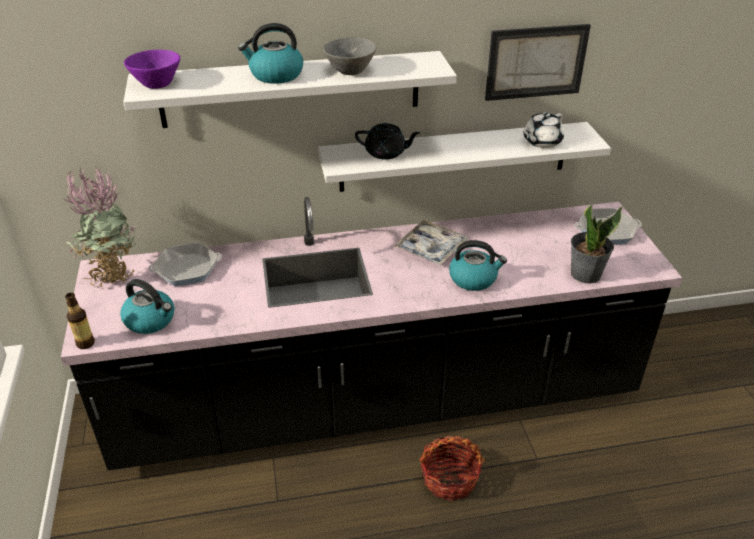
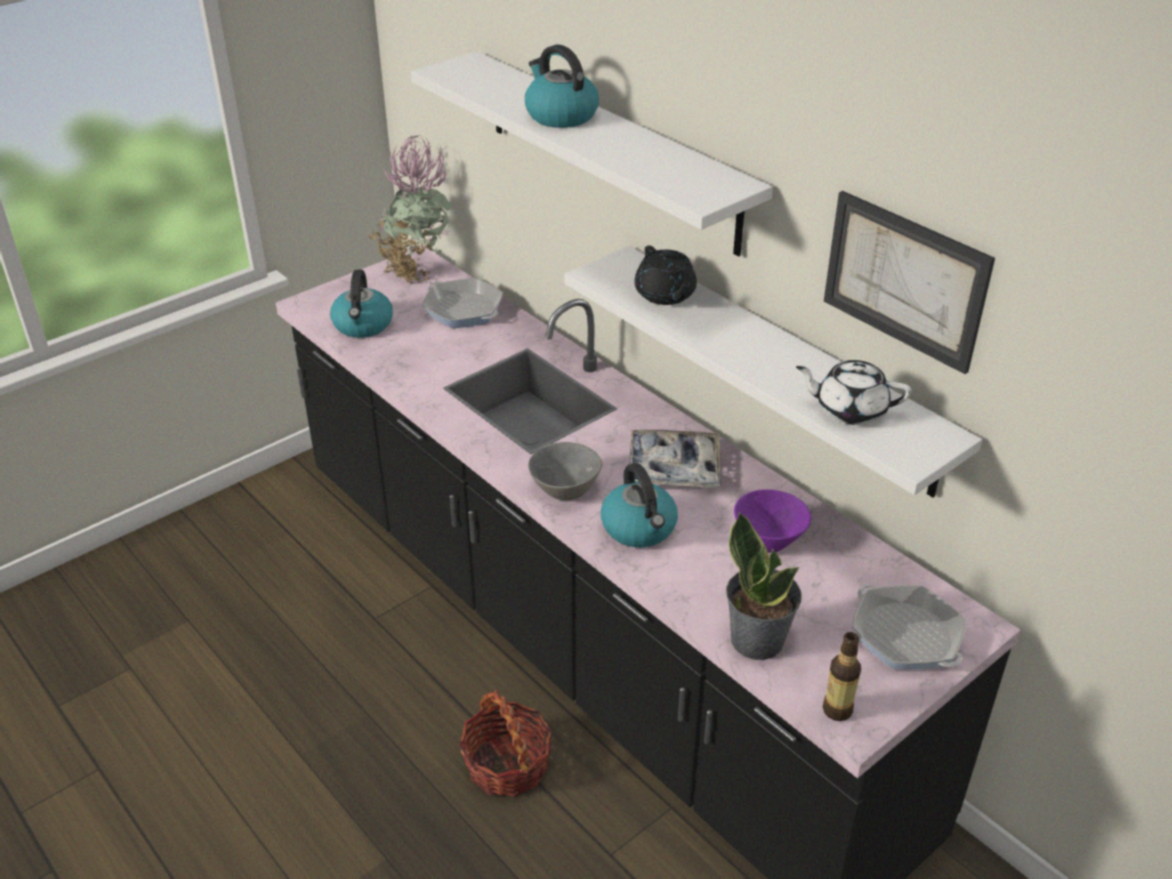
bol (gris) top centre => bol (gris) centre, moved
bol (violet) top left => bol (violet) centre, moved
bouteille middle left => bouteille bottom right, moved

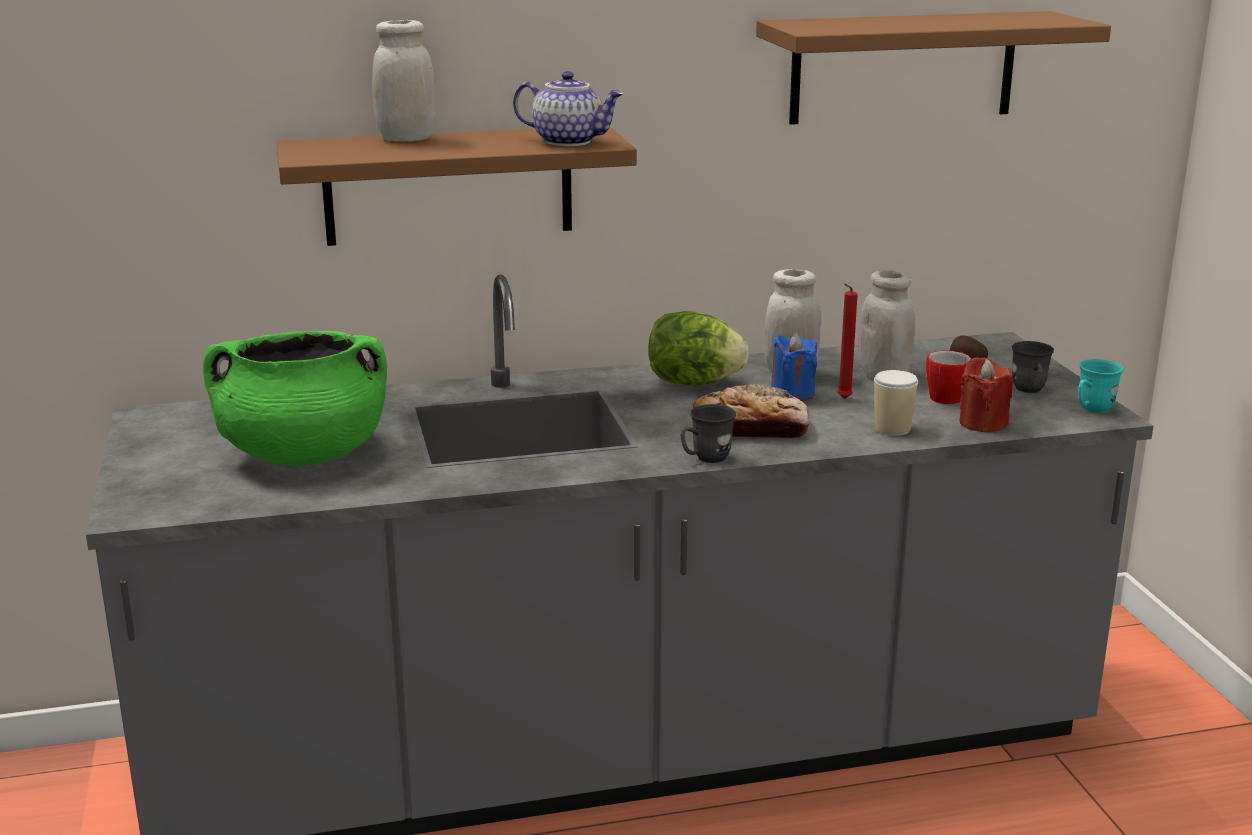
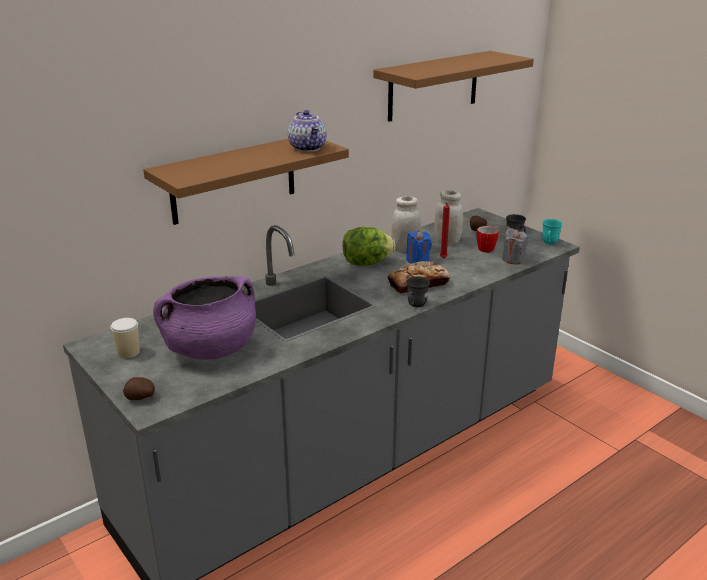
bocal (blanc) (1st from left) top left => nothing
théière top centre, 75 degrees clockwise
marmite (vert) middle left => marmite (violet) middle left
bougie (rouge) (2nd from left) middle right => bougie (gris) middle right
tasse middle right => tasse middle left, moved
nothing => pomme de terre (1st from left) bottom left

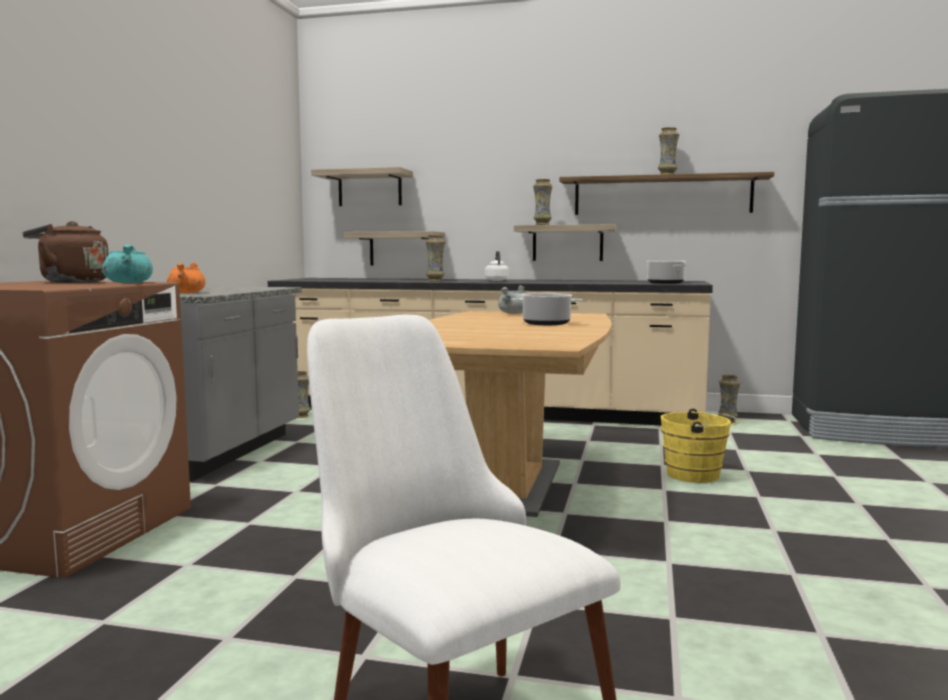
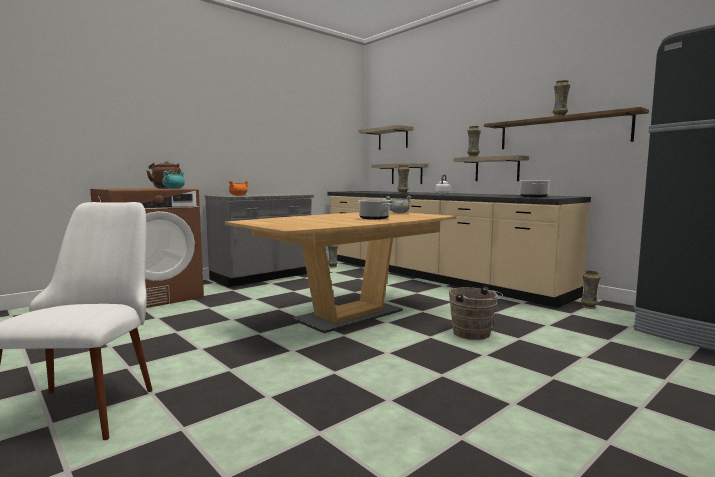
seau (jaune) middle right => seau (marron) centre

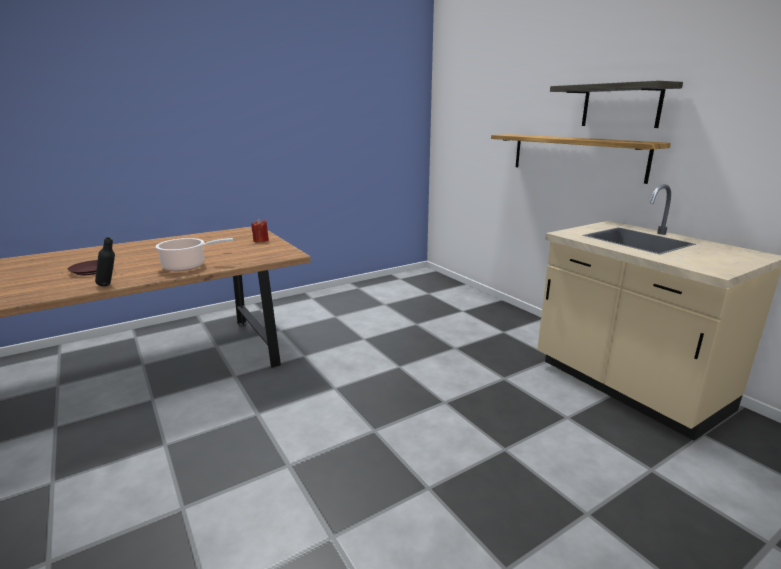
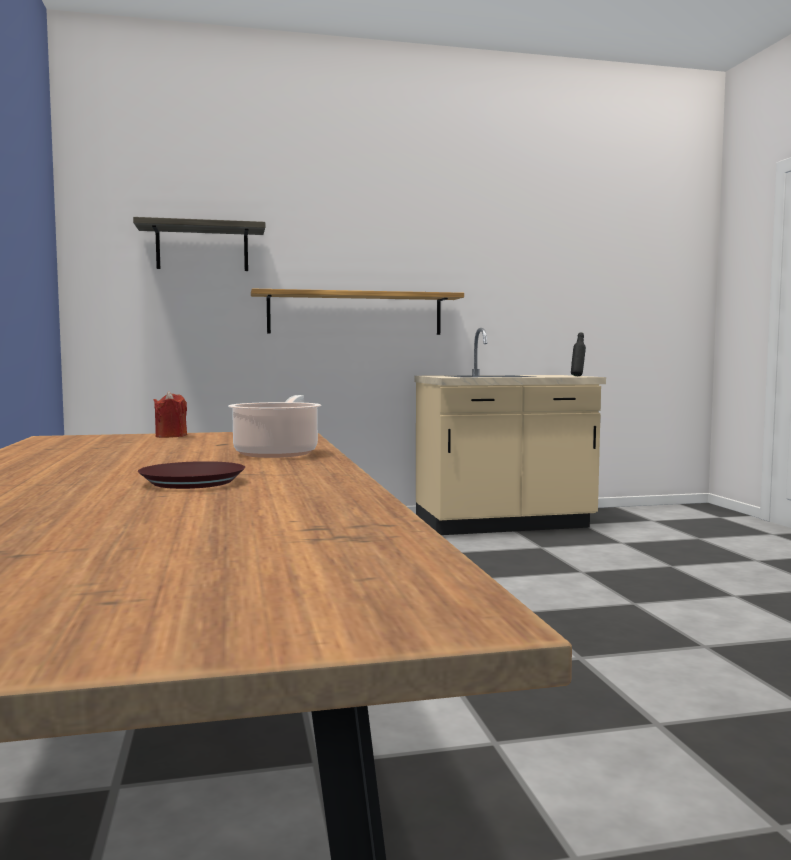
étagère (2nd from left in the first image) top right => étagère (1st from left) top left, moved
bouteille (noir) middle left => bouteille (noir) middle right, moved

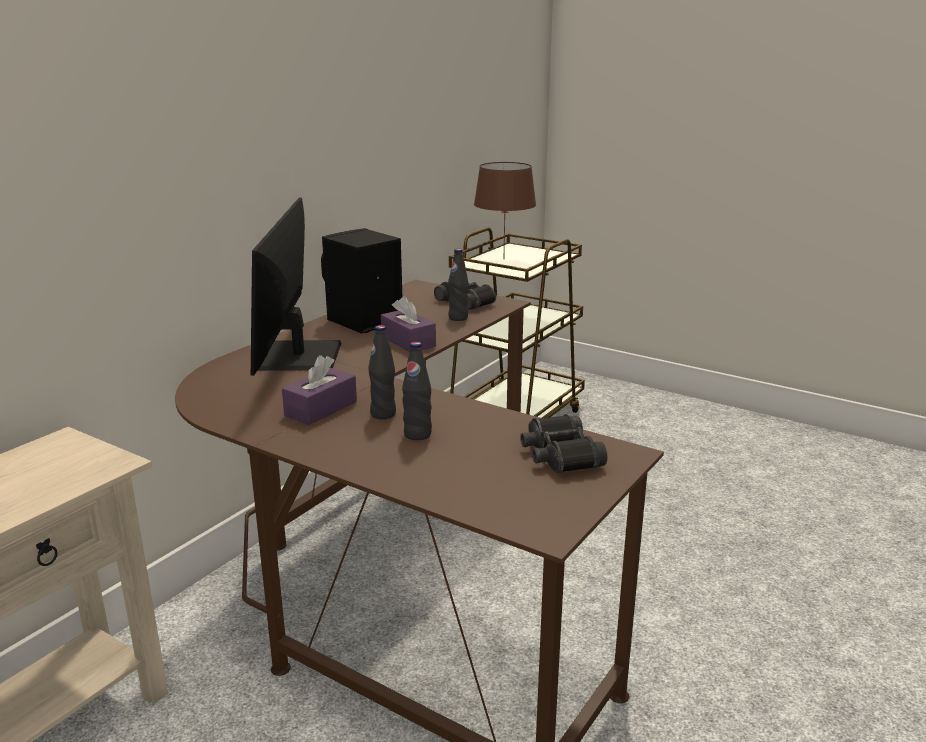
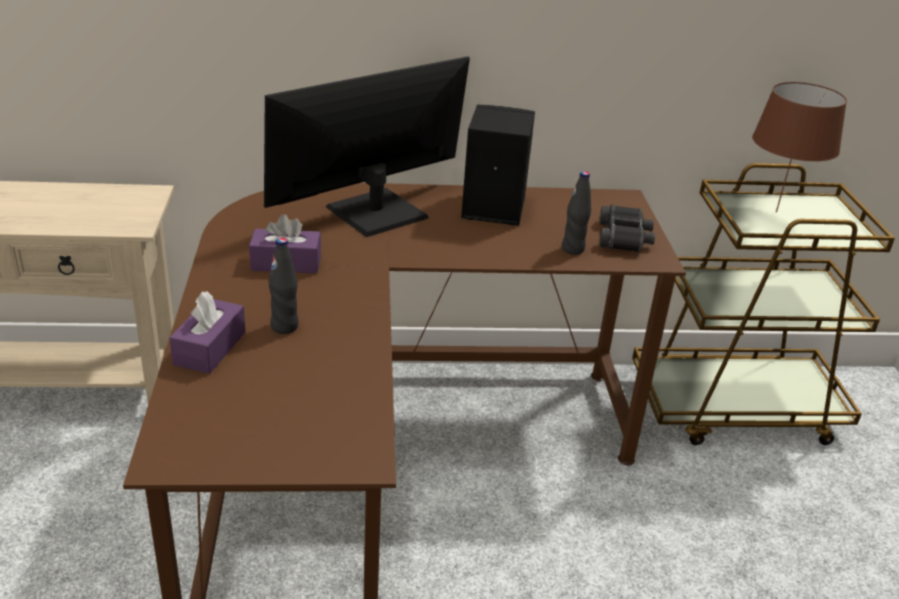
boîte à mouchoirs (violet) (2nd from left in the first image) centre => boîte à mouchoirs (violet) (1st from left) middle left, moved
bouteille (noir) (1st from left) centre => nothing
jumelles (noir) (2nd from left) centre => nothing

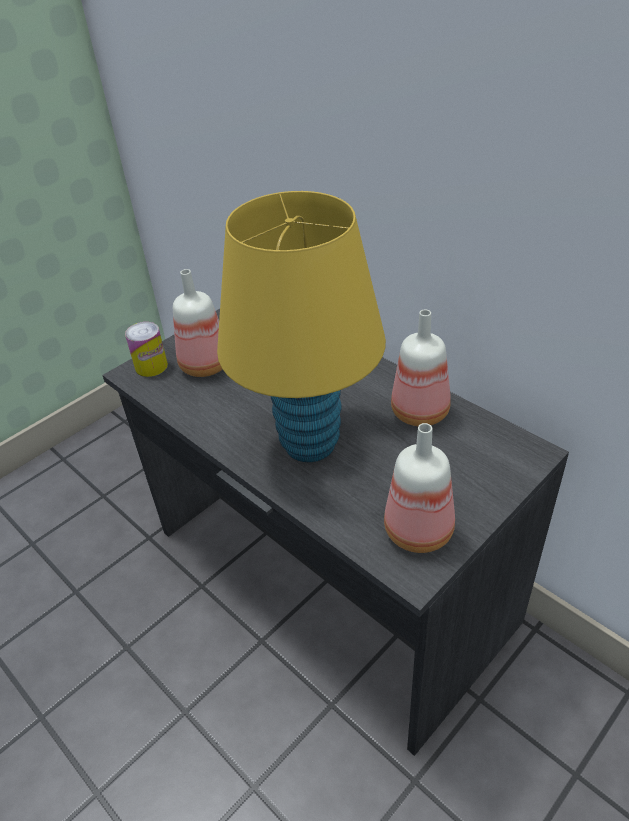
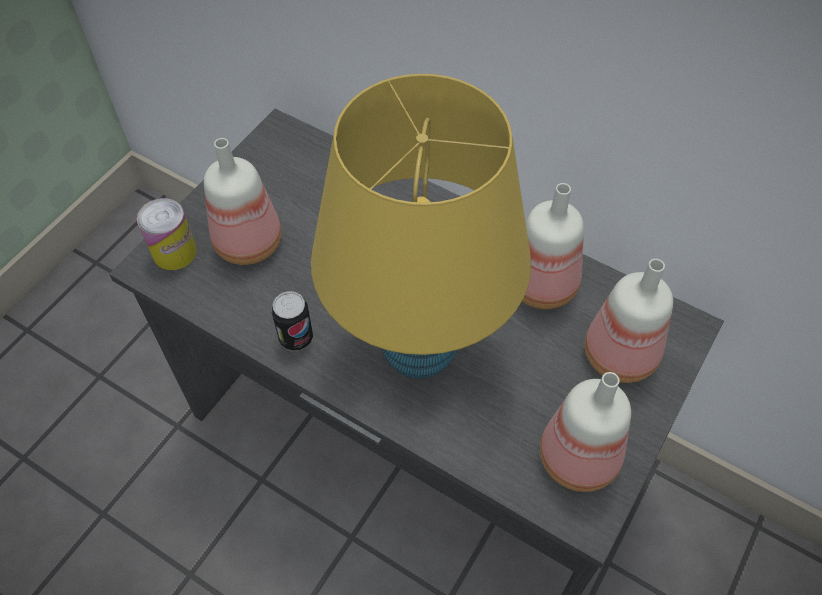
nothing => bouteille (4th from left) middle right
nothing => boîte métallique (2nd from left) centre

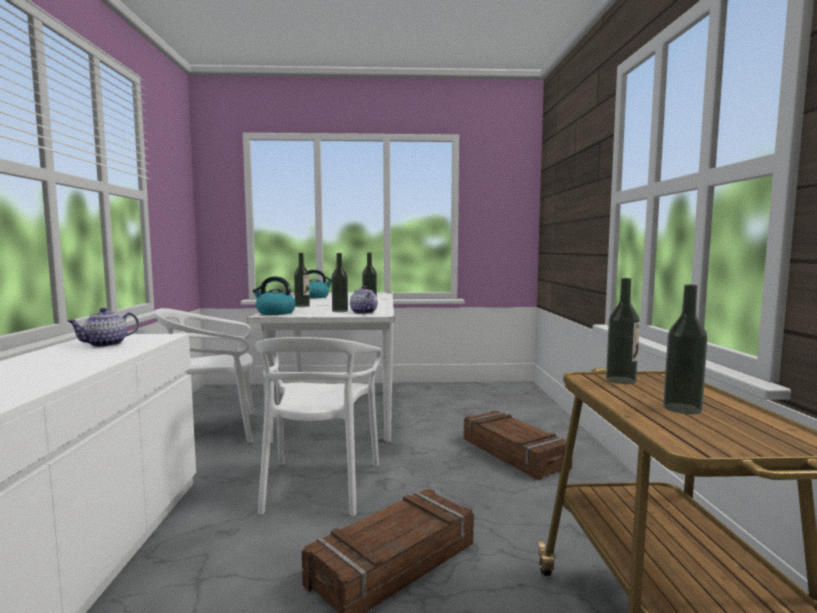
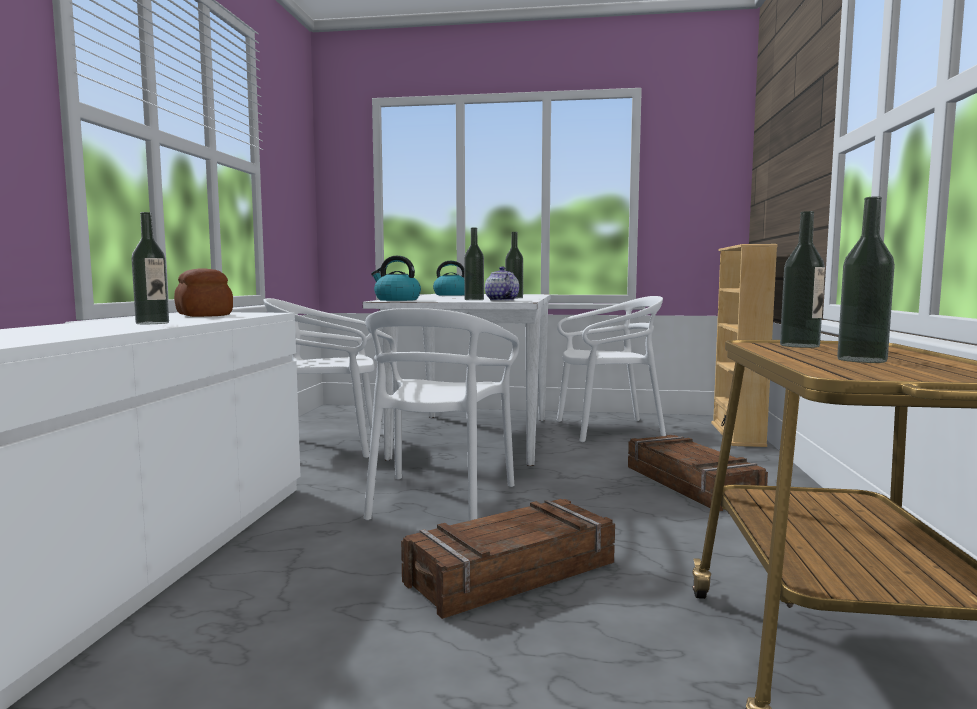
bouteille (1st from left) centre => bouteille (1st from left) middle left, moved
théière (1st from left) middle left => pain middle left
nothing => bibliothèque (beige) middle right
nothing => chaise (blanc) (3rd from left) centre

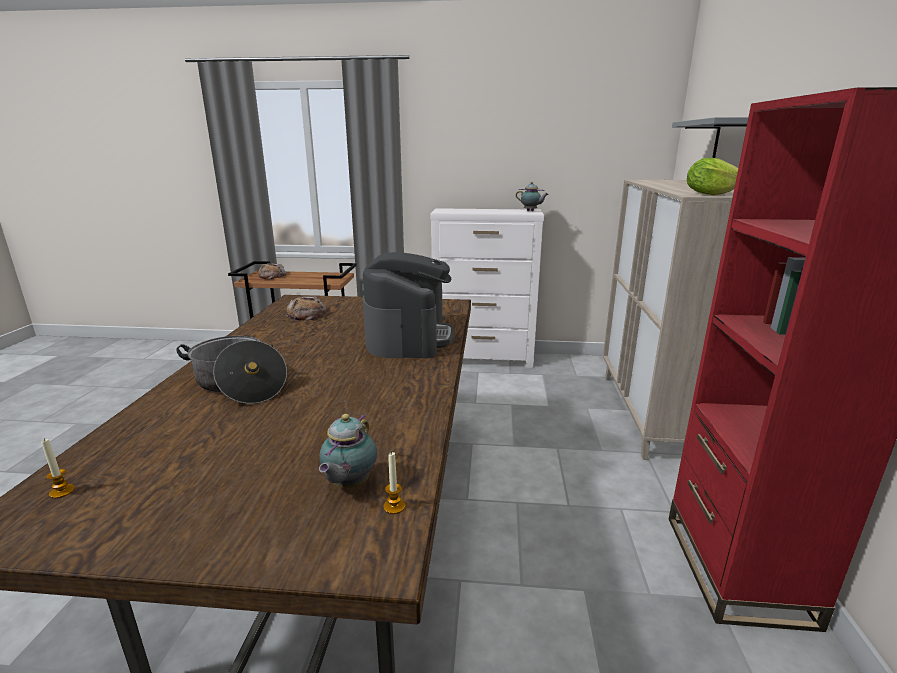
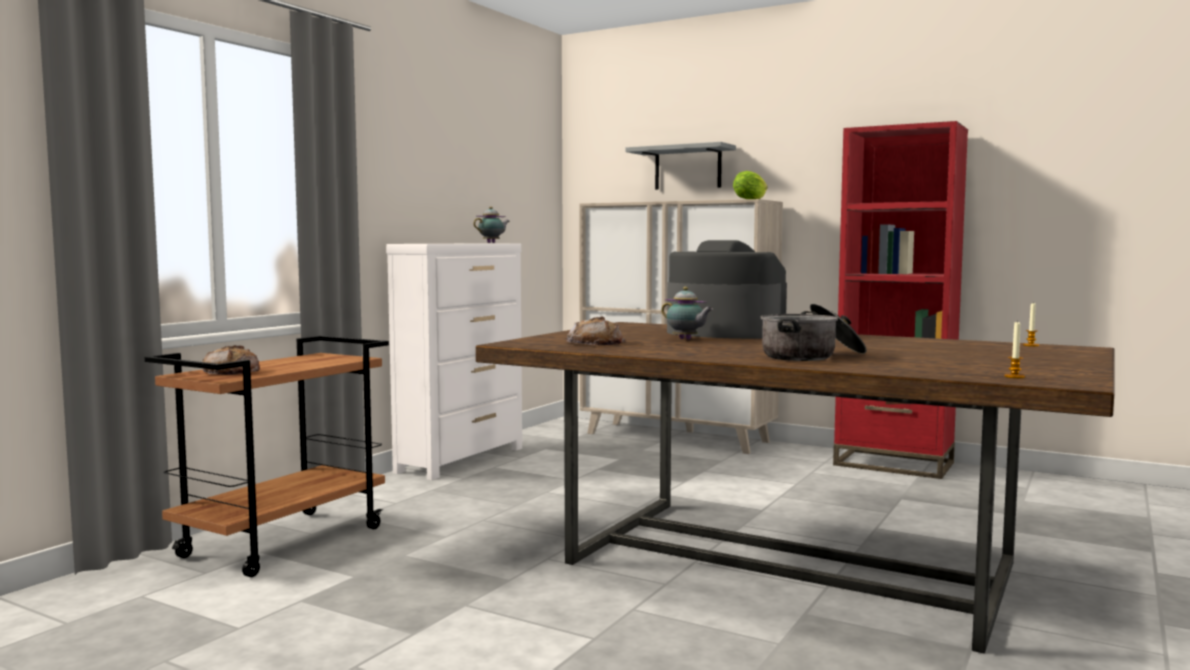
théière (1st from left in the first image) bottom centre => théière (2nd from left) centre, moved

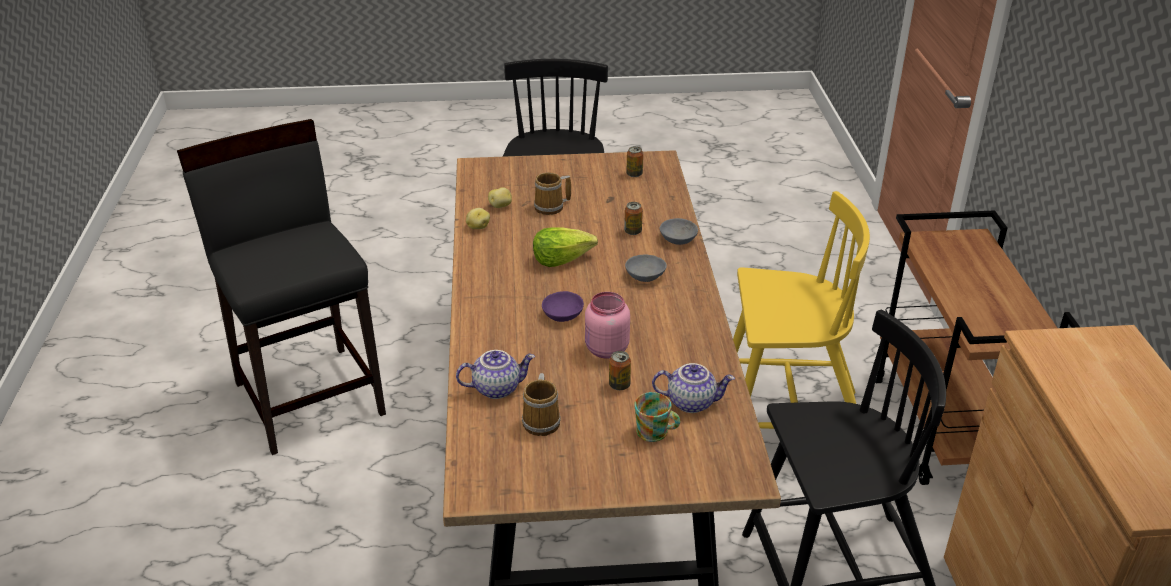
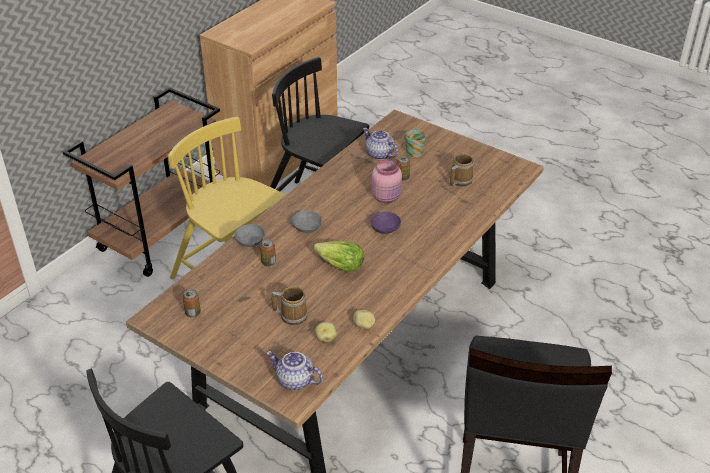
théière (1st from left) centre => théière (1st from left) bottom centre, moved

